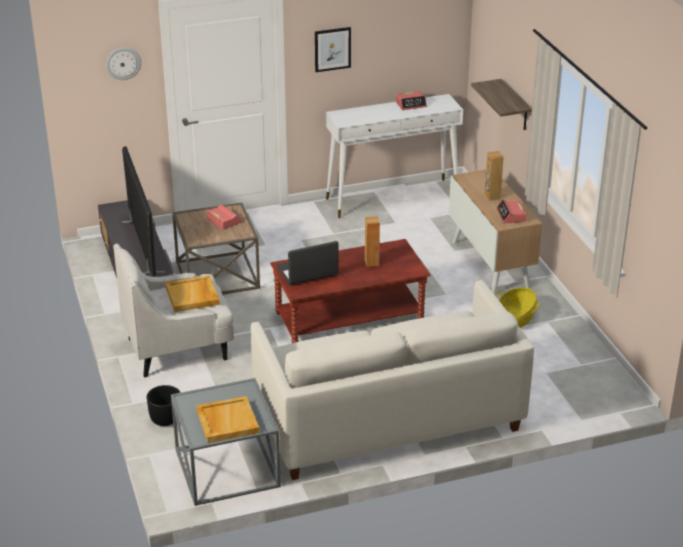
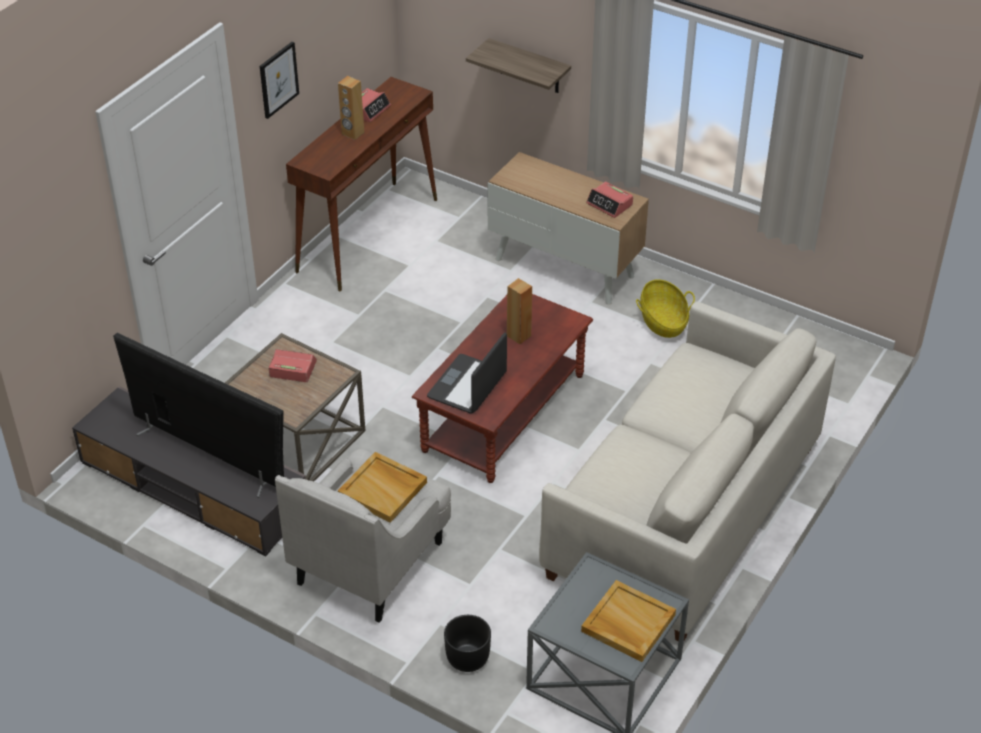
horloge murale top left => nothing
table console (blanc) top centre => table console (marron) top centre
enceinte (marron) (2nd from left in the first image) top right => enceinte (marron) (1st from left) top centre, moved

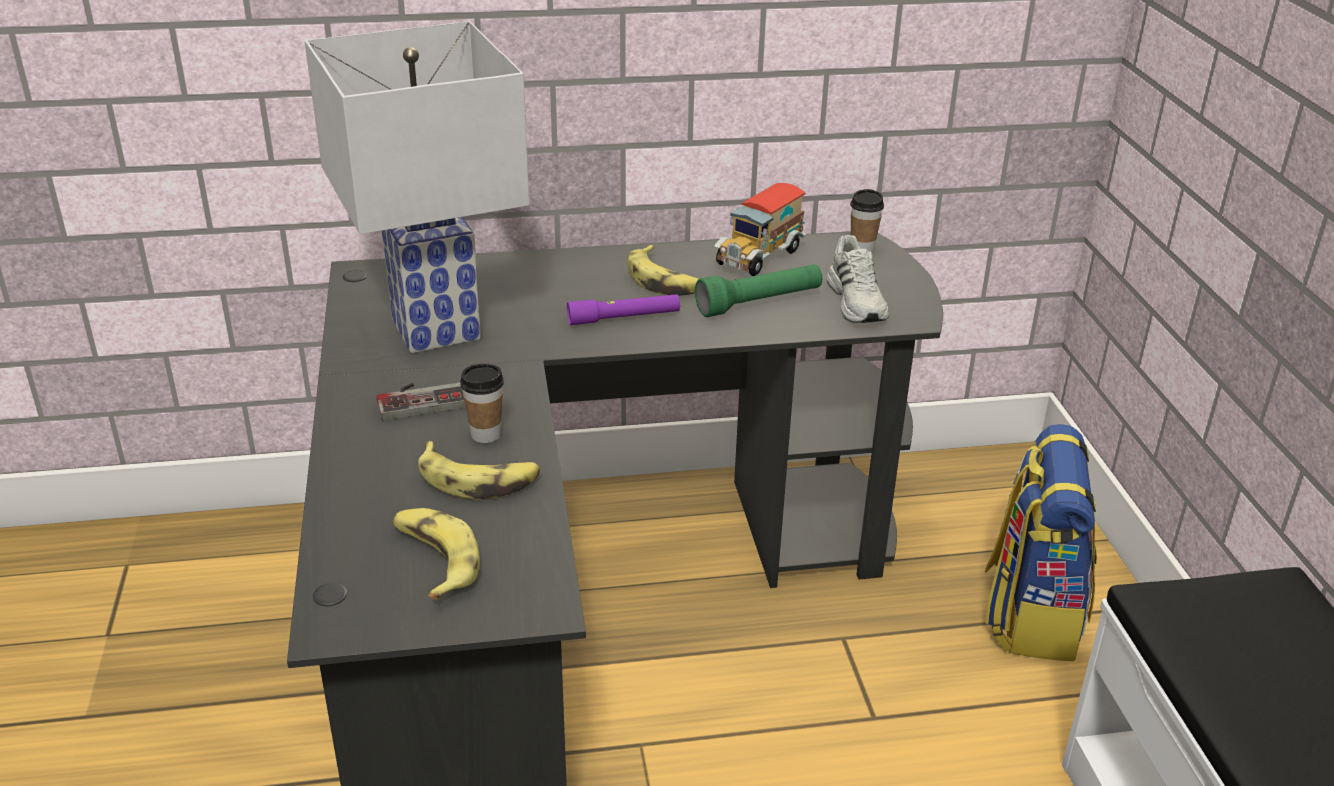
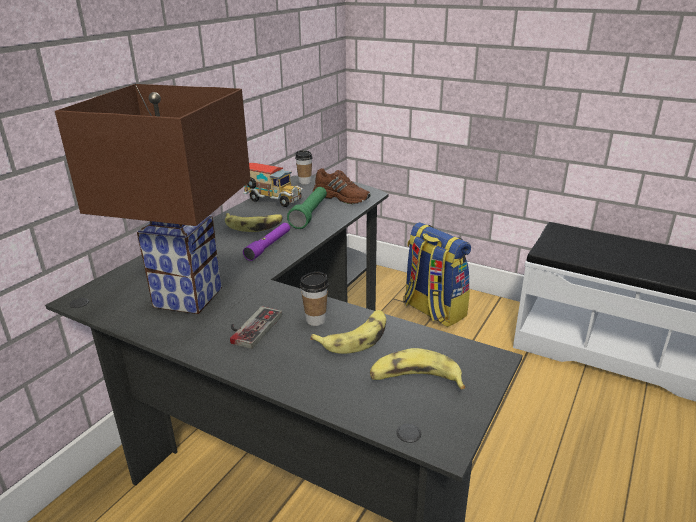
lampe de table (blanc) top left => lampe de table (marron) middle left
camion jouet top centre => camion jouet centre, 45 degrees counterclockwise
chaussure (blanc) centre => chaussure (marron) centre

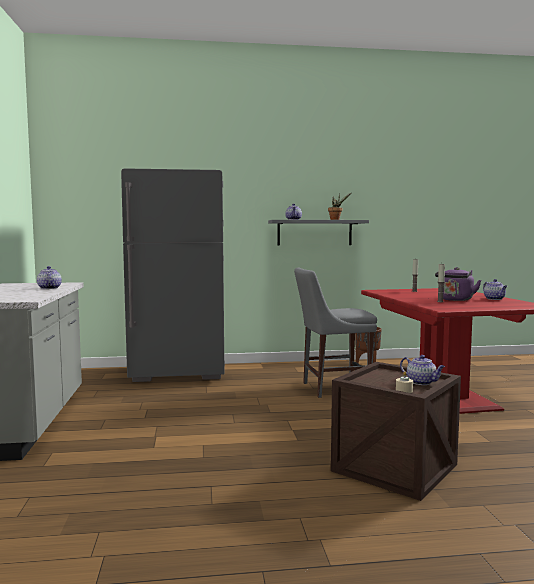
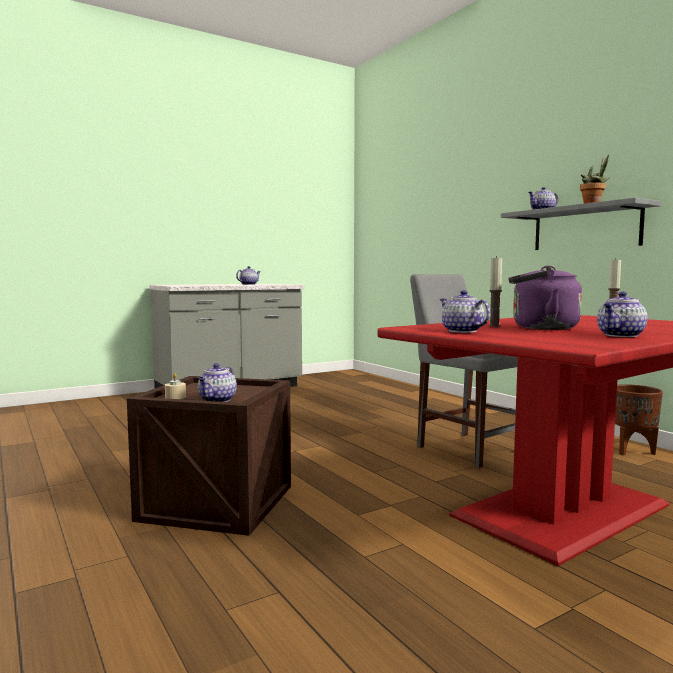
réfrigérateur (gris) middle left => nothing
nothing => théière (3rd from left) middle right

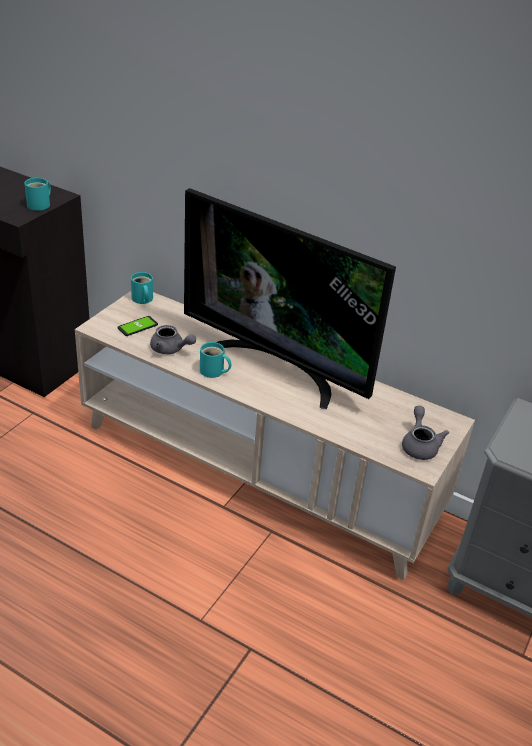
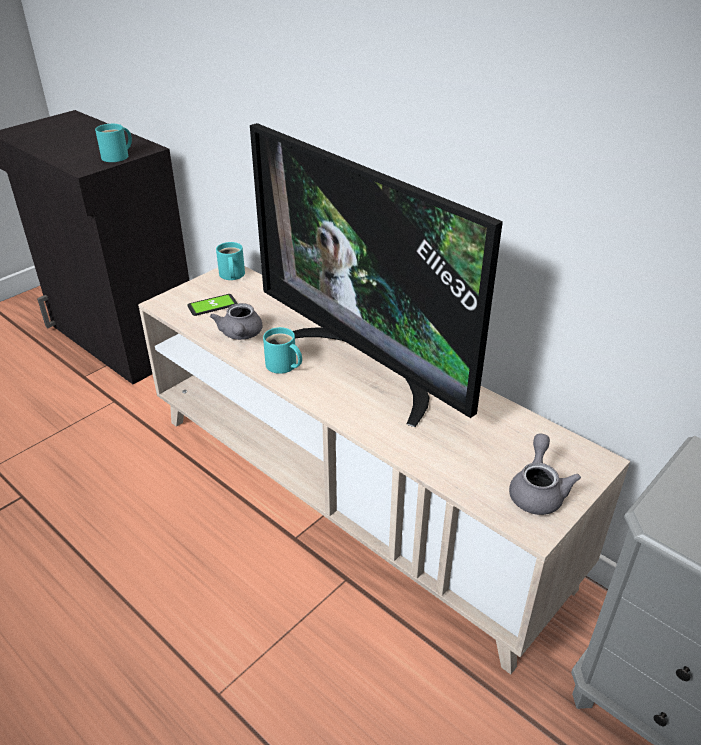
théière (gris) (1st from left) middle left => théière (gris) (1st from left) centre, 45 degrees clockwise

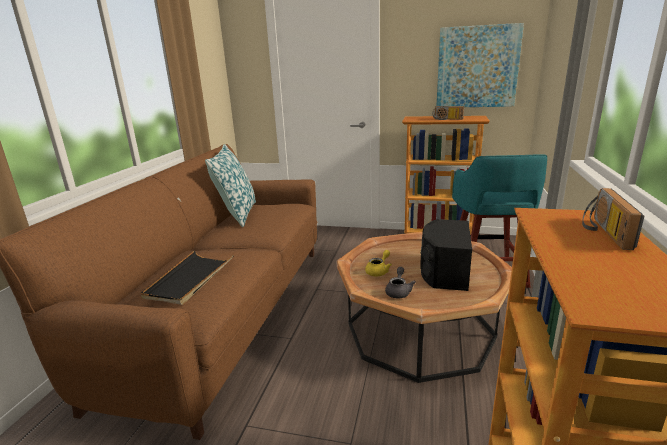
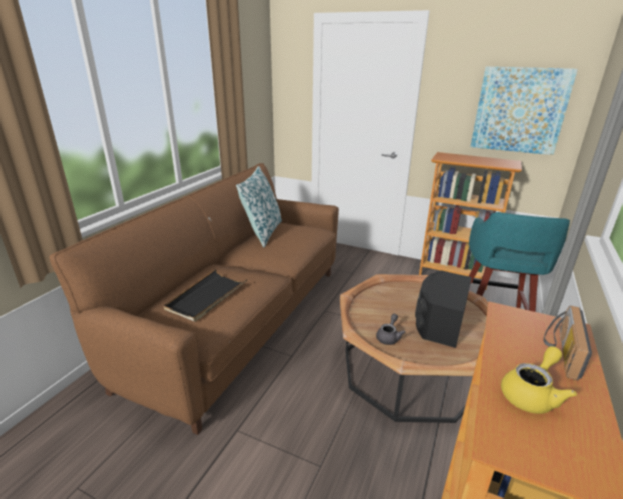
radio (1st from left) top right => nothing
théière (jaune) centre => théière (jaune) bottom right, moved

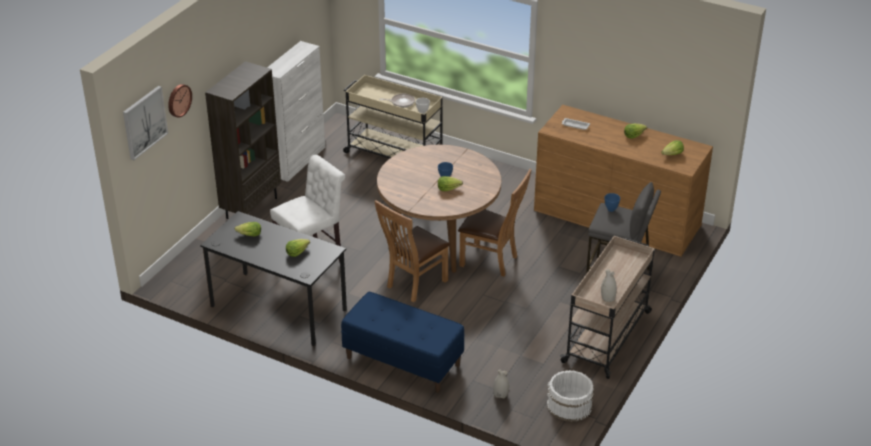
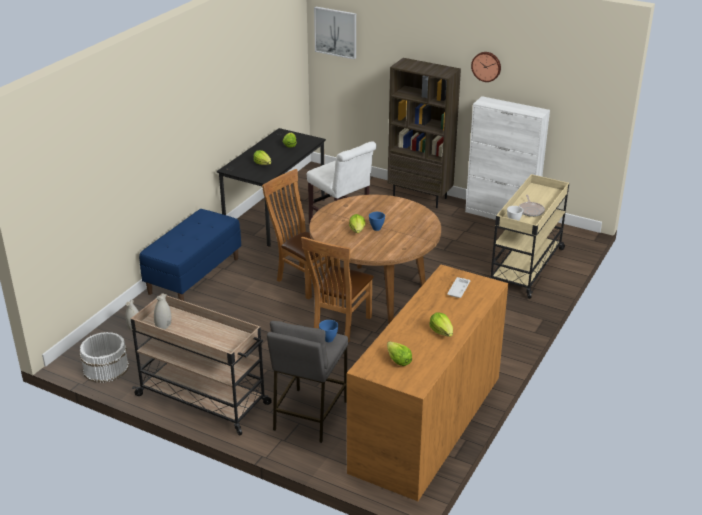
horloge murale top left => horloge murale top right, moved

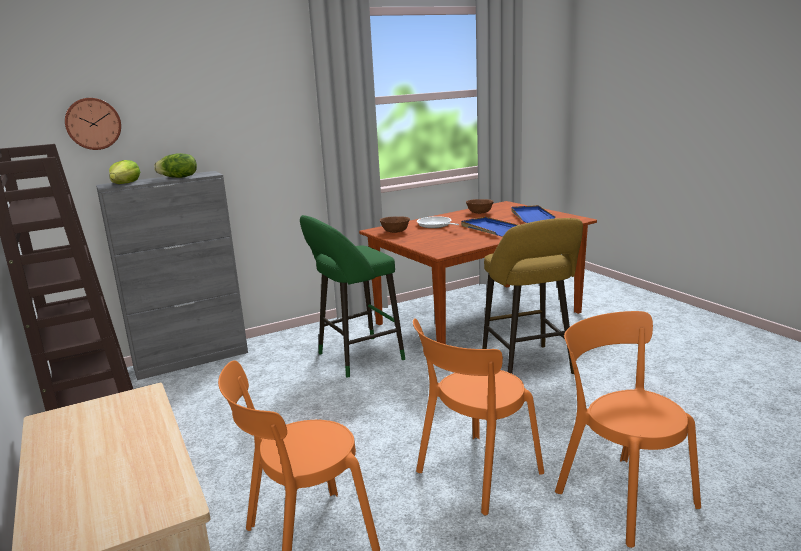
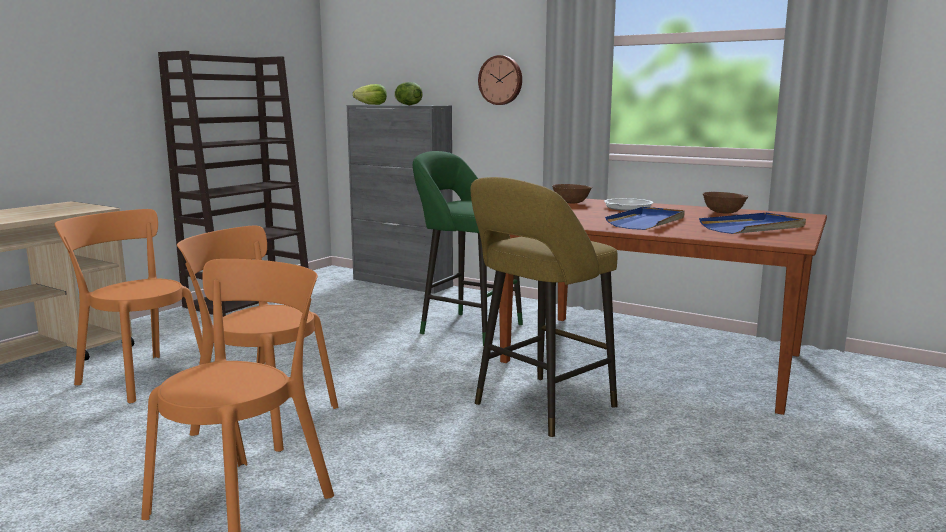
horloge murale top left => horloge murale top centre, moved

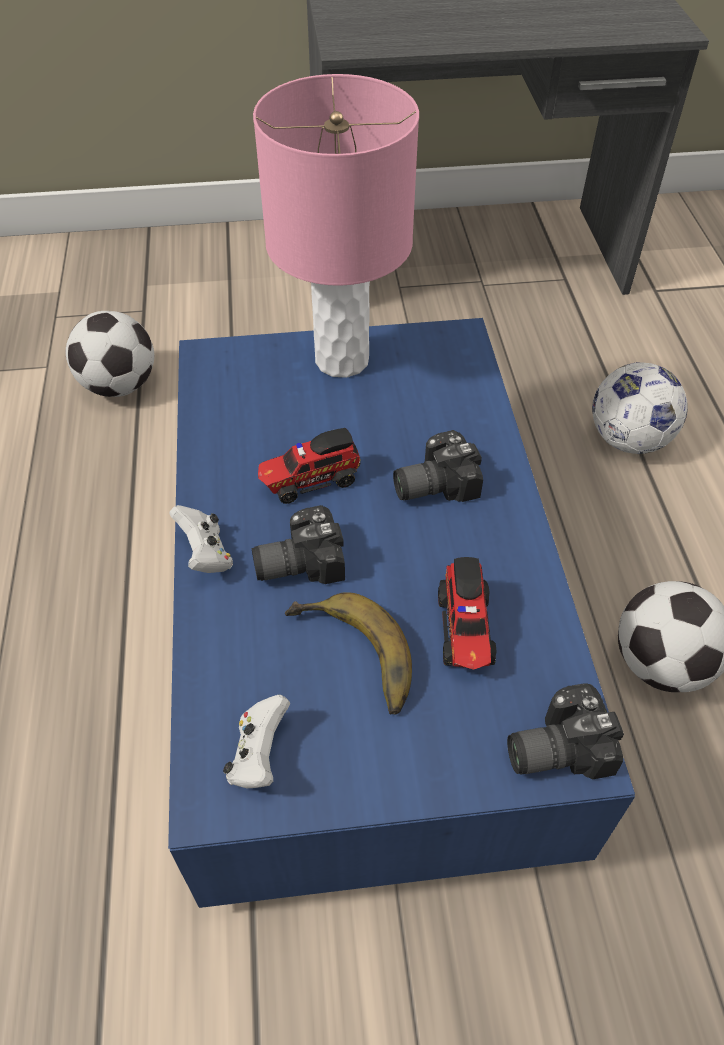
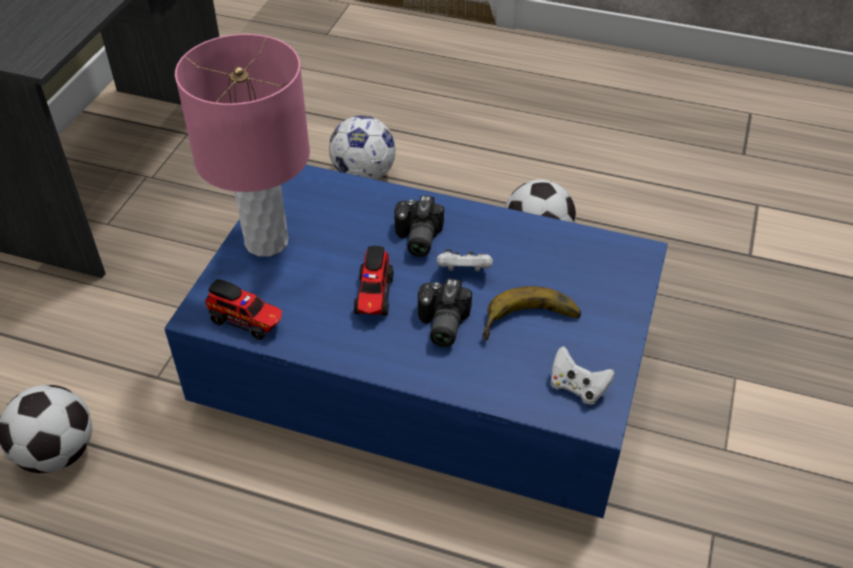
manette (blanc) (1st from left) middle left => manette (blanc) (1st from left) centre, moved
camion jouet (2nd from left in the first image) centre => camion jouet (1st from left) middle left, moved
appareil photo (3rd from left) bottom right => nothing

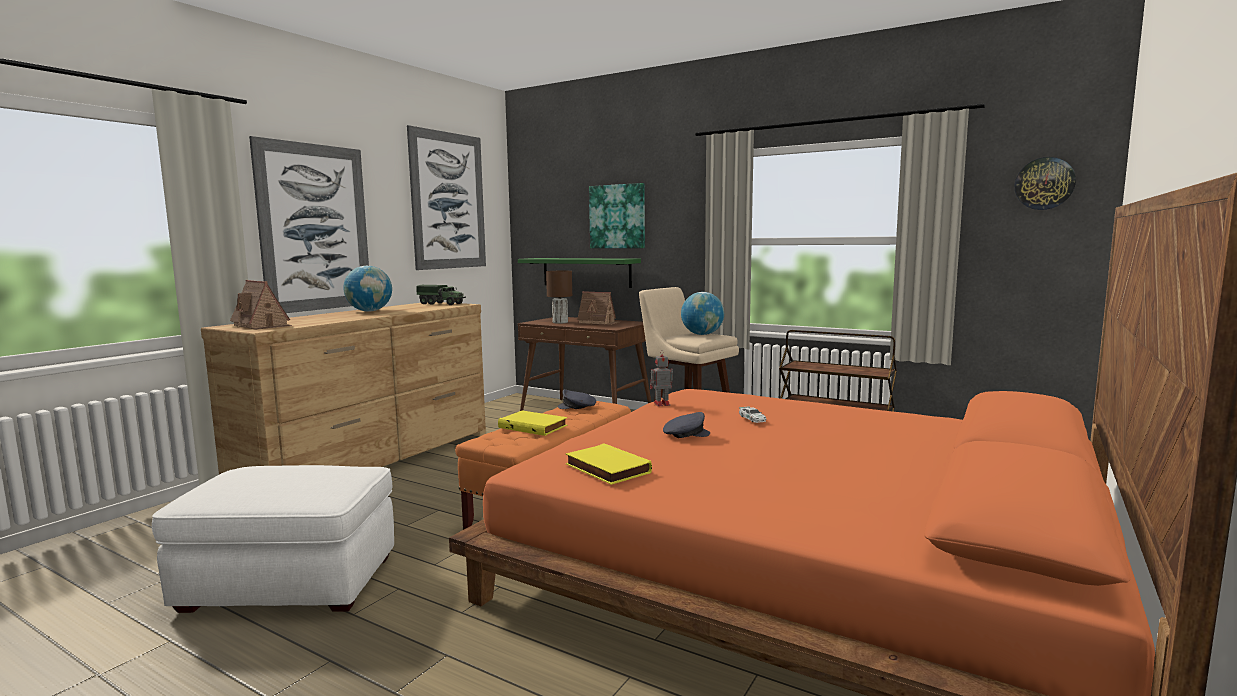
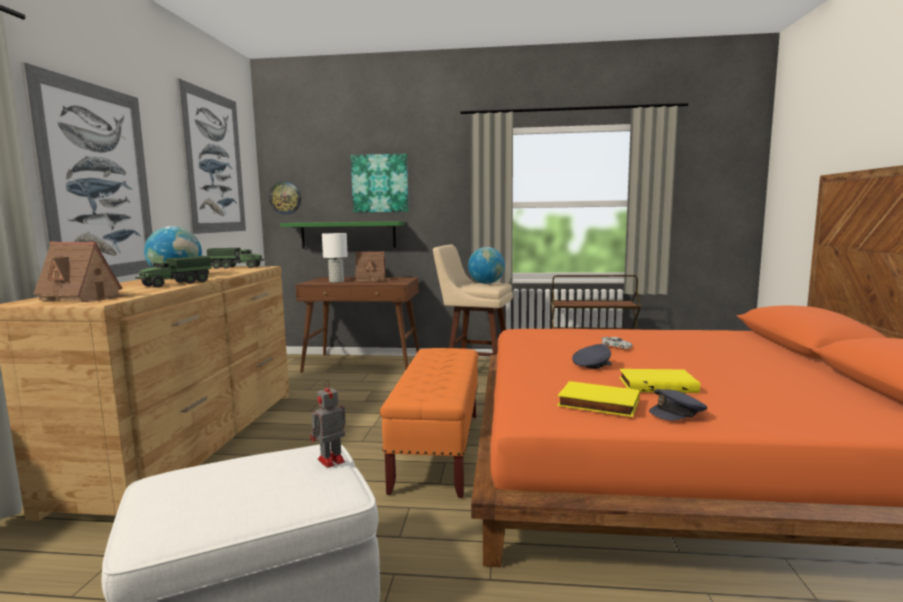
horloge murale top right => horloge murale top left, moved
lampe de table (marron) centre => lampe de table (blanc) centre
robot jouet centre => robot jouet bottom centre, moved
casquette (gris) (1st from left in the first image) centre => casquette (gris) (2nd from left) bottom right, moved
livre (jaune) (1st from left in the first image) centre => livre (jaune) (2nd from left) middle right, moved
nothing => camion jouet (1st from left) middle left

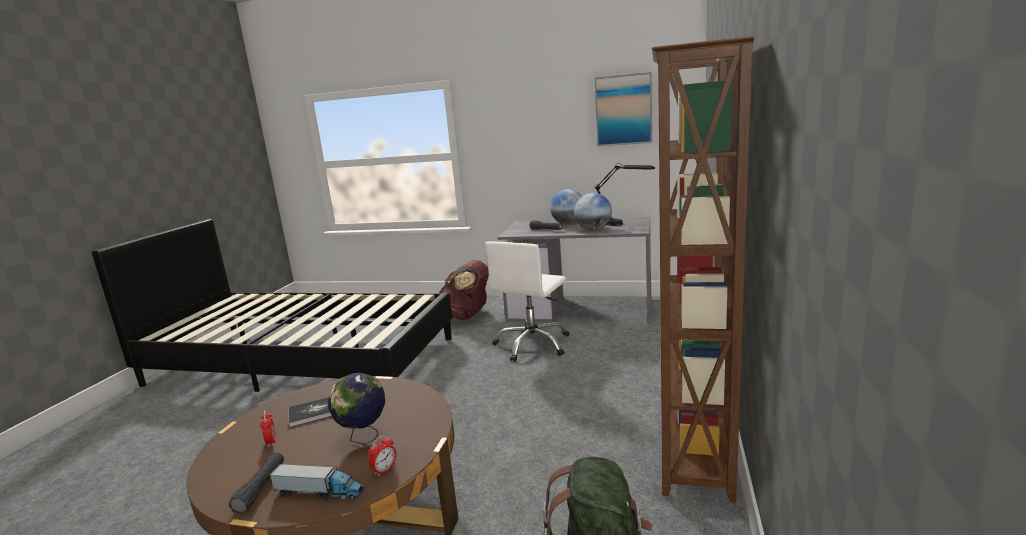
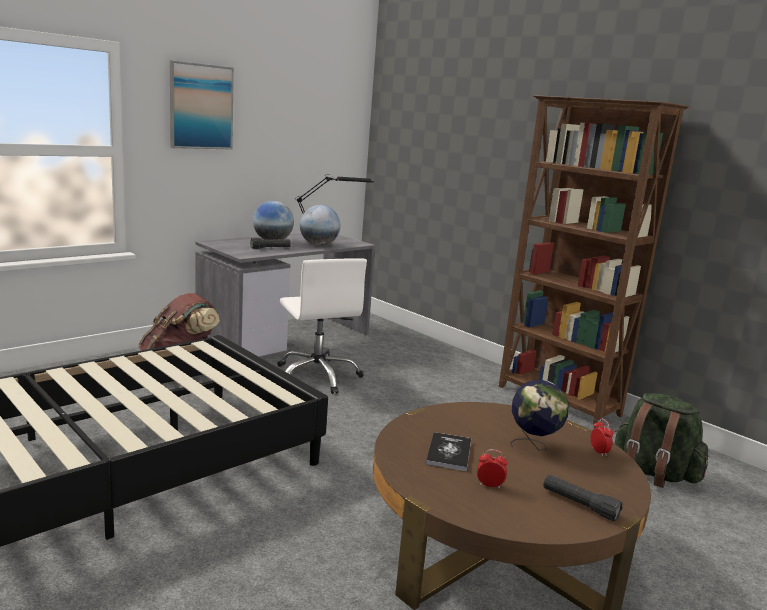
tableau top centre => tableau top left, moved
camion jouet bottom left => nothing

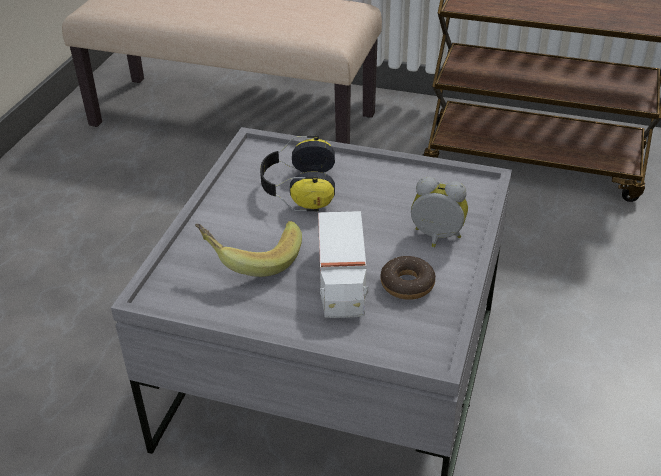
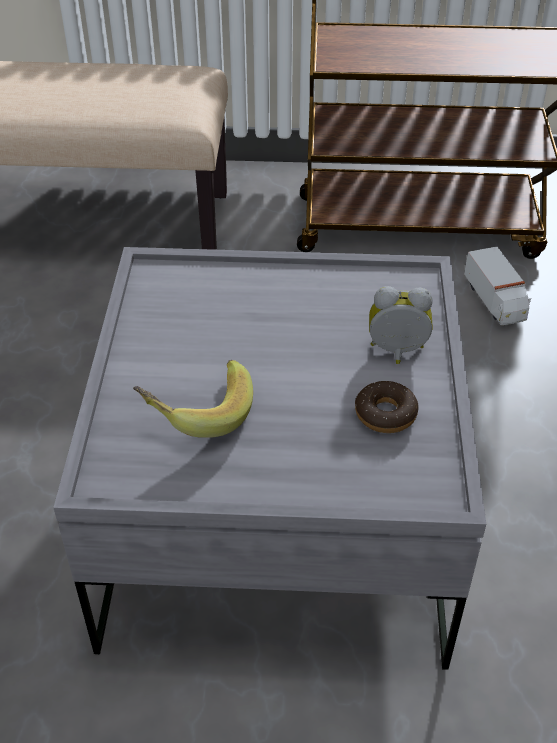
casque audio centre => nothing
camion jouet centre => camion jouet middle right, moved

